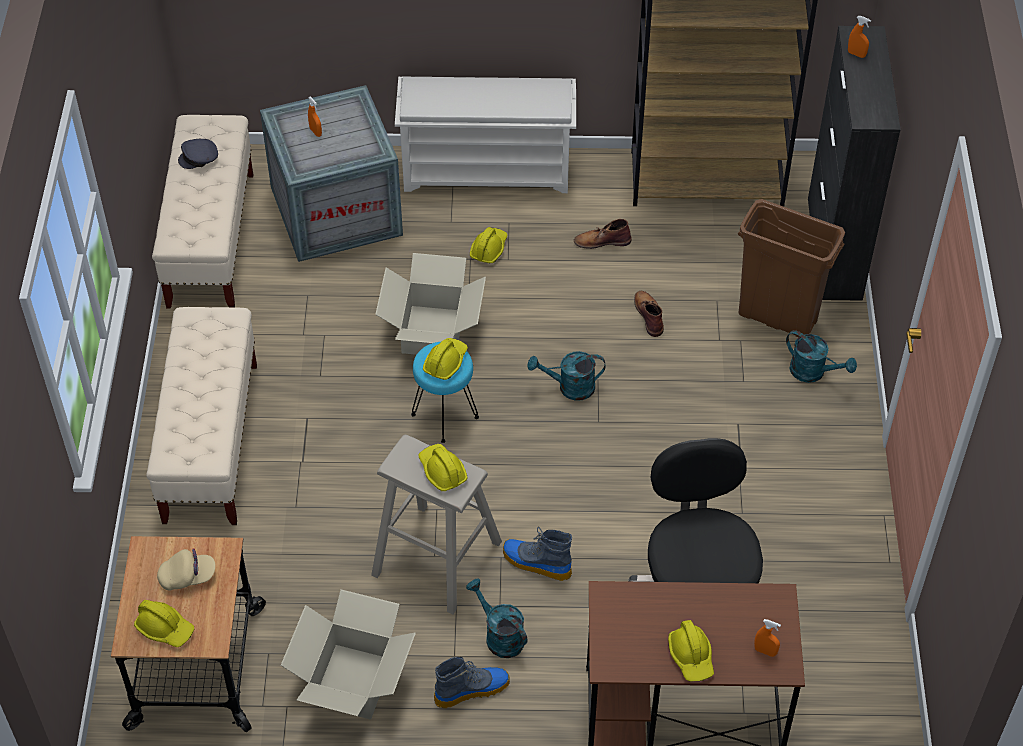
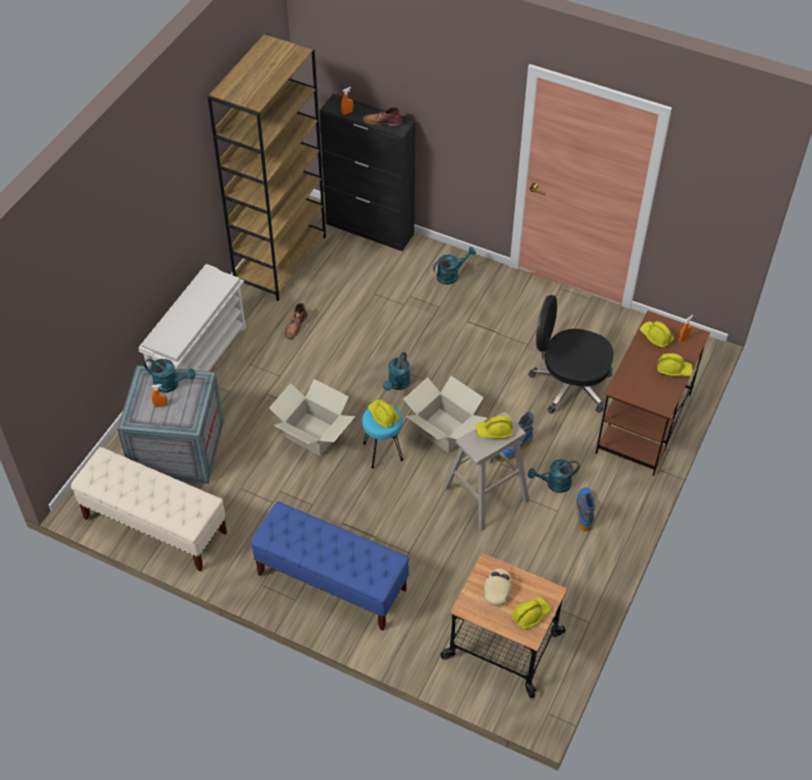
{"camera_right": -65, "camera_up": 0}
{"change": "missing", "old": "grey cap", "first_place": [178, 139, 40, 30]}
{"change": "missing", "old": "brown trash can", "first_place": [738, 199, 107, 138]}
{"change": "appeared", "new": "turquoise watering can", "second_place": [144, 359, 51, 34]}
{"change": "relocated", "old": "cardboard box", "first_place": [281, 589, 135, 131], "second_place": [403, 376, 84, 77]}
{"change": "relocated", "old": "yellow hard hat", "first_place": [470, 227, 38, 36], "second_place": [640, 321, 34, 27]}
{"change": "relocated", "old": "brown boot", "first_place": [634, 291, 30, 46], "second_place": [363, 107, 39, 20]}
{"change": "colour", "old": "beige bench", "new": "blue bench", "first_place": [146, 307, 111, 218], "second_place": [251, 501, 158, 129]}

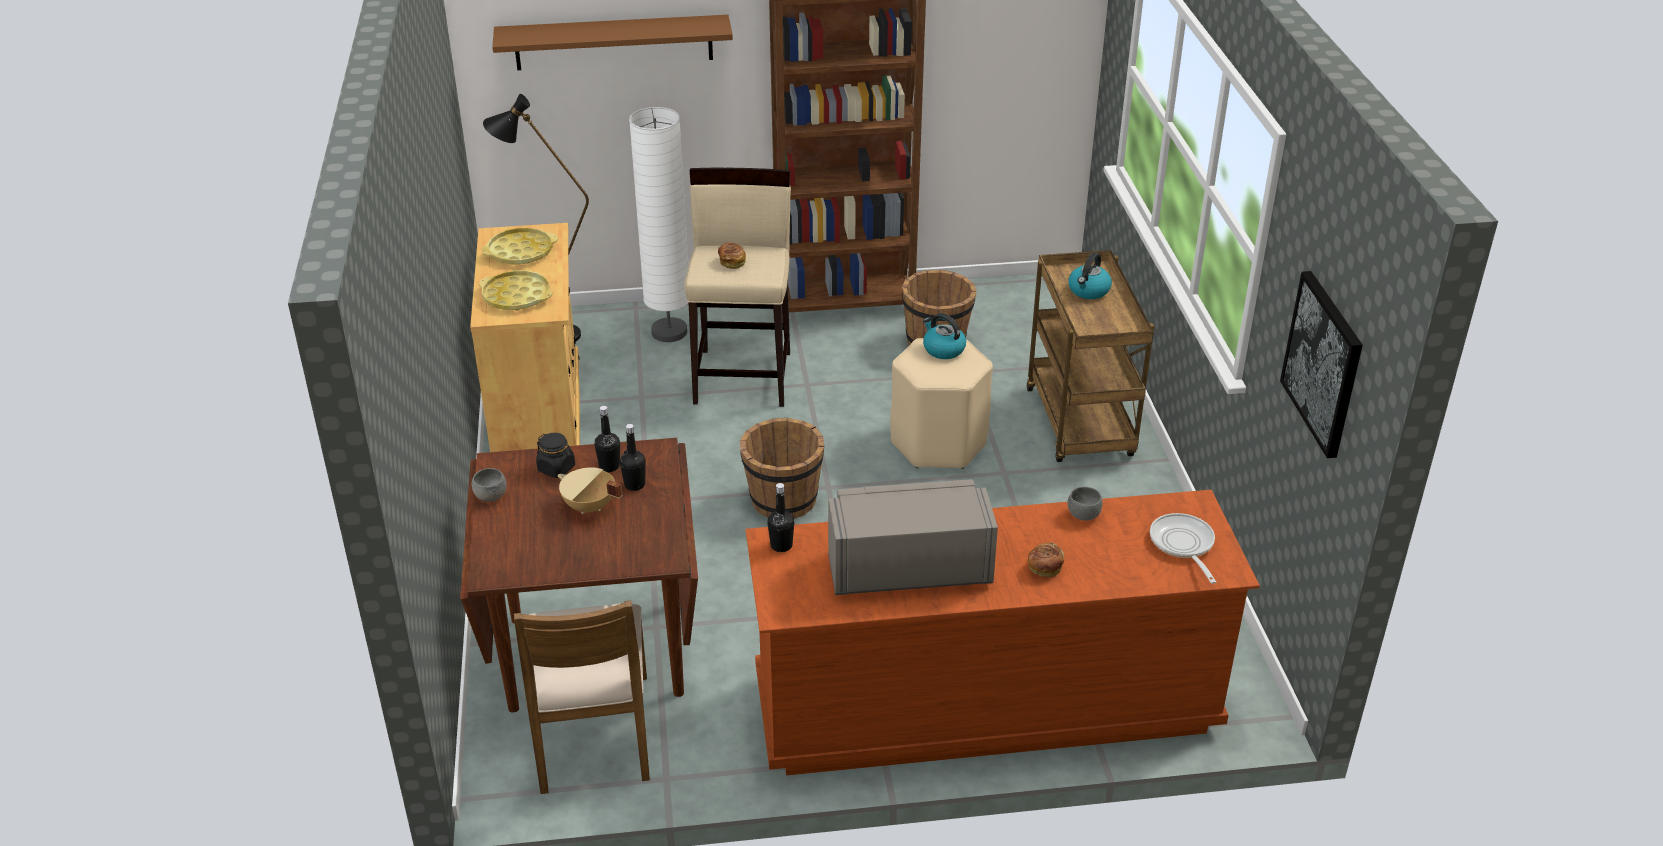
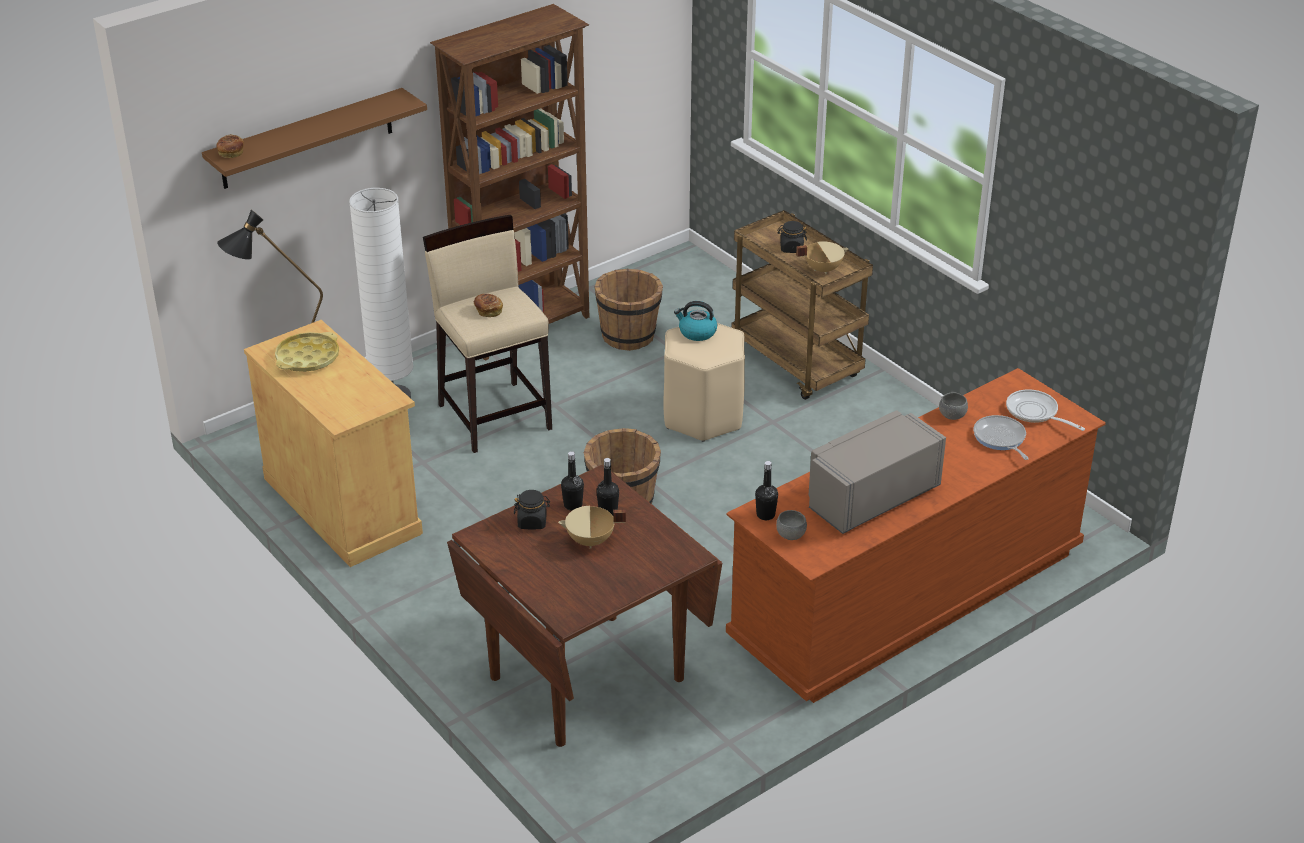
{"camera_right": -30, "camera_up": 0}
{"change": "missing", "old": "yellow tray", "first_place": [479, 270, 74, 41]}
{"change": "missing", "old": "brown chair", "first_place": [514, 600, 136, 194]}
{"change": "missing", "old": "picture", "first_place": [1280, 271, 83, 187]}
{"change": "appeared", "new": "beige cooking pot", "second_place": [796, 241, 53, 33]}
{"change": "appeared", "new": "frying pan", "second_place": [974, 415, 55, 45]}
{"change": "relocated", "old": "grey bowl", "first_place": [472, 468, 35, 34], "second_place": [776, 510, 31, 30]}
{"change": "relocated", "old": "bread", "first_place": [1028, 543, 37, 34], "second_place": [216, 134, 28, 24]}
{"change": "exchanged", "old": "kettle", "new": "black jar", "first_place": [1068, 253, 44, 46], "second_place": [777, 221, 30, 32]}

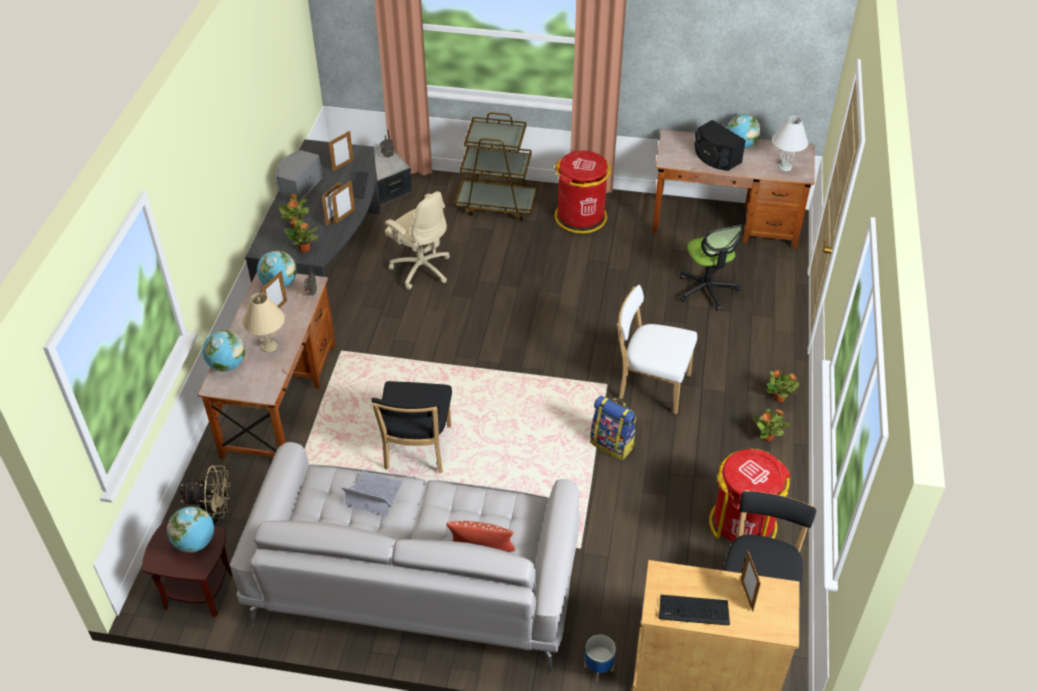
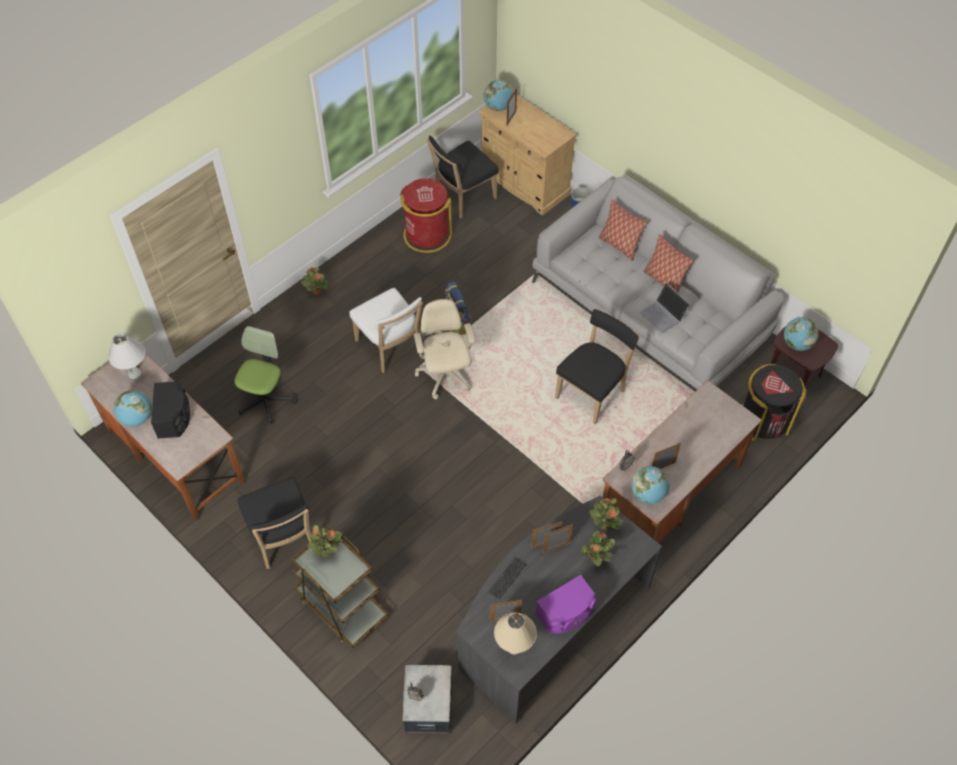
{"camera_right": -145, "camera_up": 10}
{"change": "missing", "old": "keyboard", "first_place": [658, 595, 72, 30]}
{"change": "appeared", "new": "pillow", "second_place": [644, 234, 50, 59]}
{"change": "relocated", "old": "globe", "first_place": [202, 330, 43, 41], "second_place": [484, 80, 29, 31]}
{"change": "relocated", "old": "beige table lamp", "first_place": [242, 293, 43, 59], "second_place": [494, 613, 43, 42]}
{"change": "relocated", "old": "beige office chair", "first_place": [385, 191, 65, 99], "second_place": [414, 299, 61, 100]}
{"change": "relocated", "old": "potted plant", "first_place": [753, 409, 37, 32], "second_place": [307, 525, 35, 32]}
{"change": "exchanged", "old": "beige fan", "new": "black trash can", "first_place": [180, 466, 50, 60], "second_place": [742, 364, 64, 77]}
{"change": "exchanged", "old": "red trash can", "new": "black chair", "first_place": [555, 151, 56, 82], "second_place": [237, 477, 75, 92]}
{"change": "colour", "old": "grey speaker", "new": "purple speaker", "first_place": [274, 150, 49, 53], "second_place": [535, 575, 62, 59]}

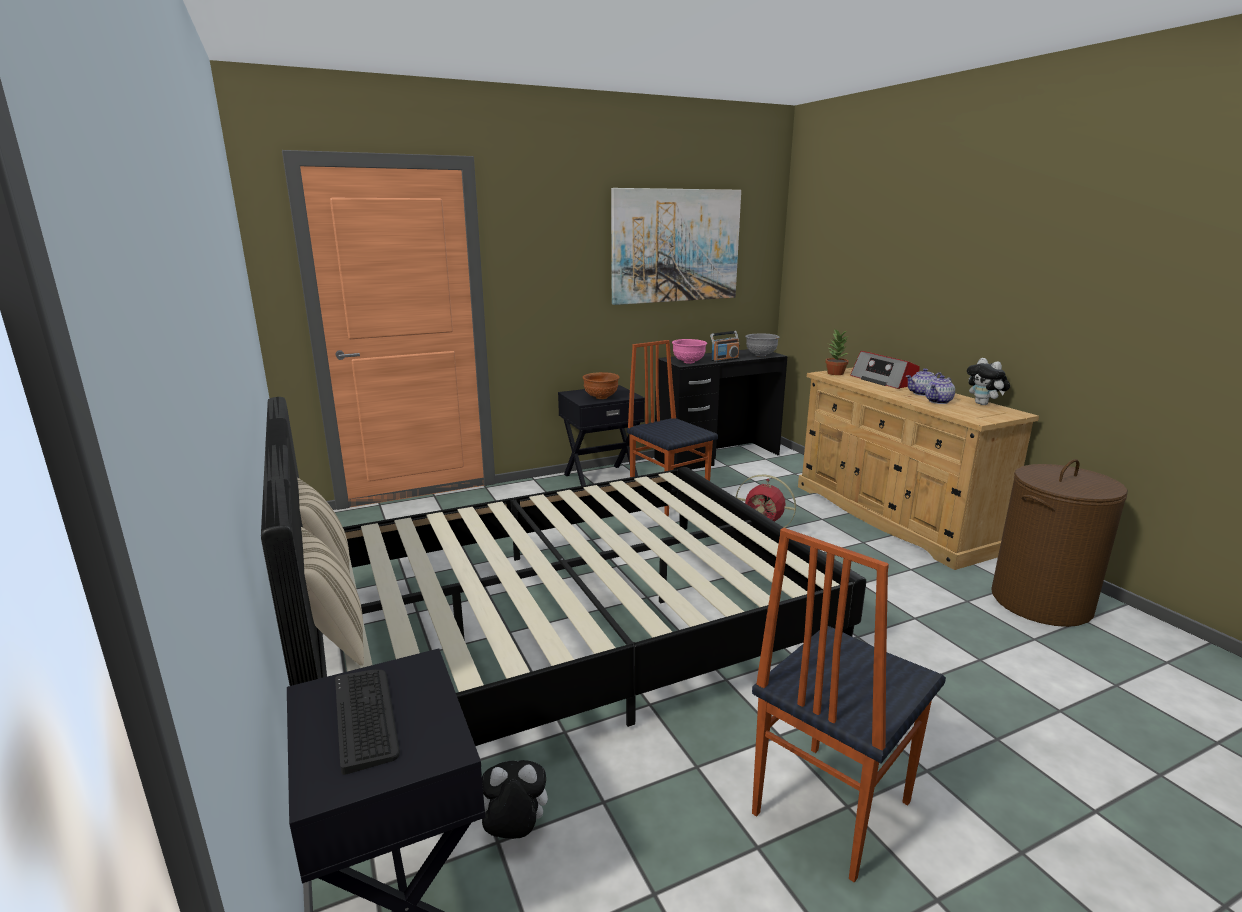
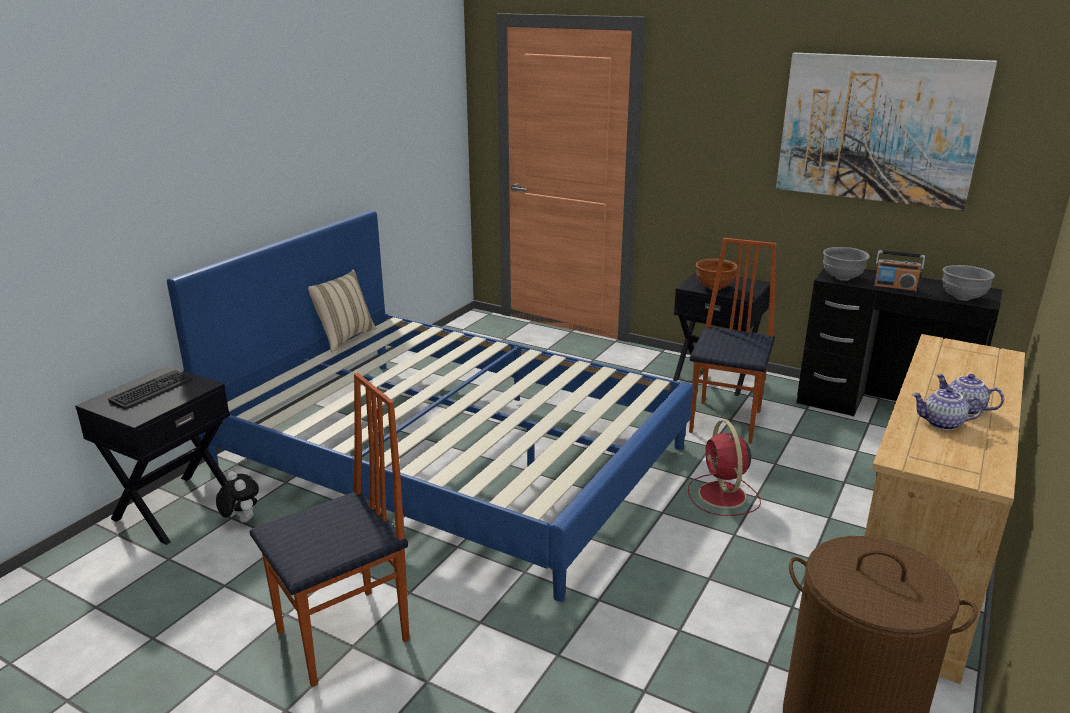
{"camera_right": 55, "camera_up": 5}
{"change": "missing", "old": "beige pillow", "first_place": [301, 527, 63, 139]}
{"change": "missing", "old": "potted plant", "first_place": [825, 329, 24, 46]}
{"change": "missing", "old": "radio", "first_place": [850, 351, 70, 38]}
{"change": "missing", "old": "plush toy", "first_place": [967, 358, 43, 47]}
{"change": "colour", "old": "black bed", "new": "blue bed", "first_place": [261, 397, 606, 349], "second_place": [167, 210, 526, 391]}
{"change": "colour", "old": "pink bowl", "new": "grey bowl", "first_place": [672, 339, 35, 25], "second_place": [823, 247, 47, 34]}
{"change": "spun", "old": "chair", "first_place": [752, 528, 194, 355], "second_place": [250, 372, 160, 315], "degrees": 135}

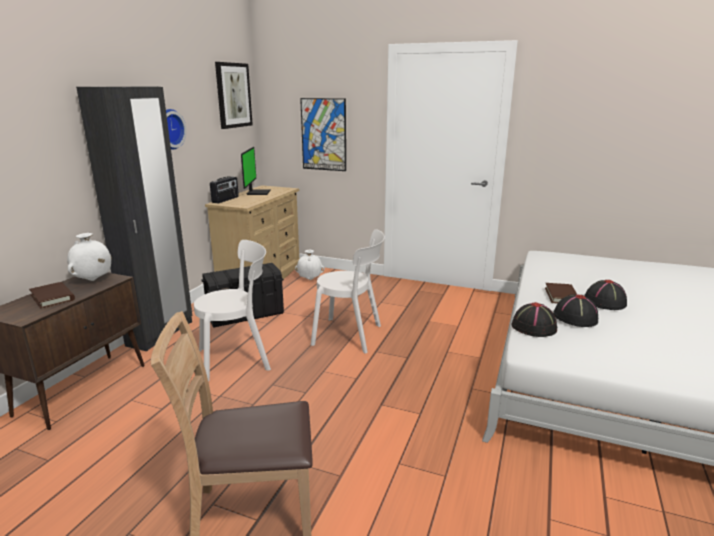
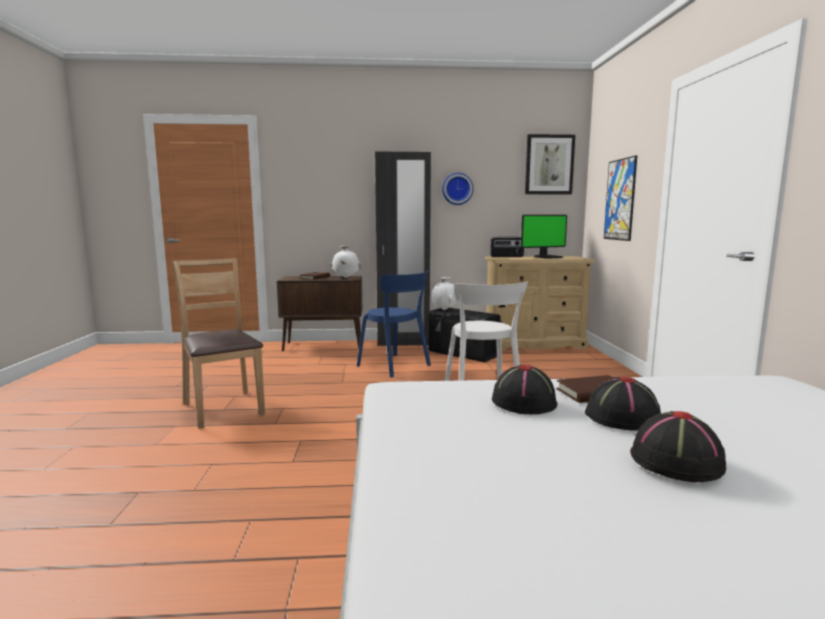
{"camera_right": 65, "camera_up": -10}
{"change": "relocated", "old": "white vase", "first_place": [295, 250, 30, 30], "second_place": [432, 277, 25, 33]}
{"change": "relocated", "old": "black hat", "first_place": [512, 302, 45, 35], "second_place": [630, 411, 96, 71]}
{"change": "colour", "old": "white chair", "new": "blue chair", "first_place": [194, 240, 77, 141], "second_place": [357, 270, 74, 107]}

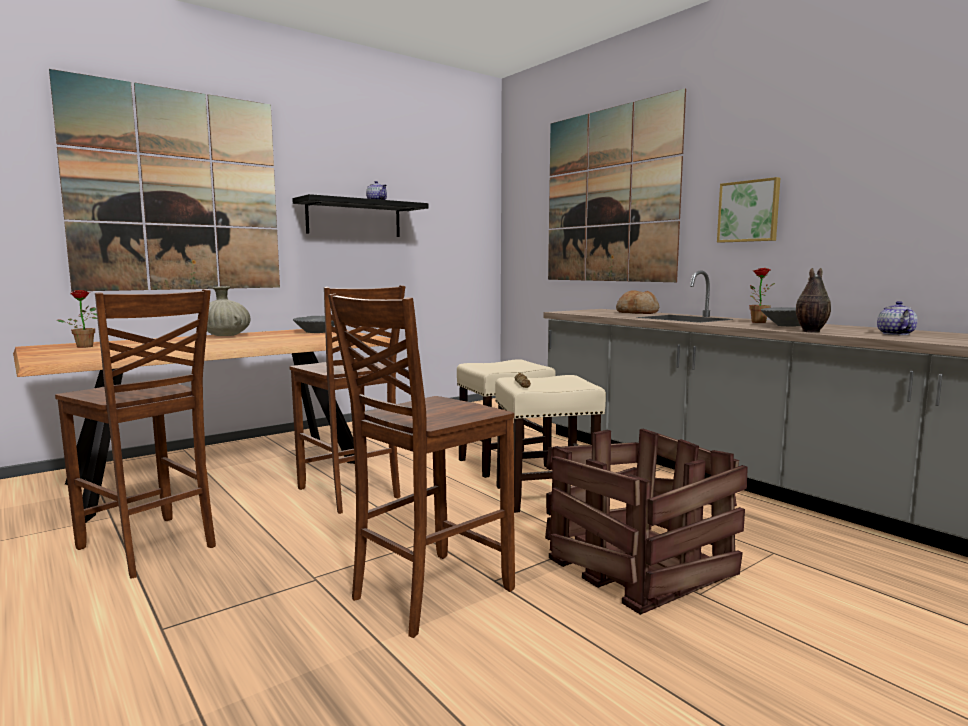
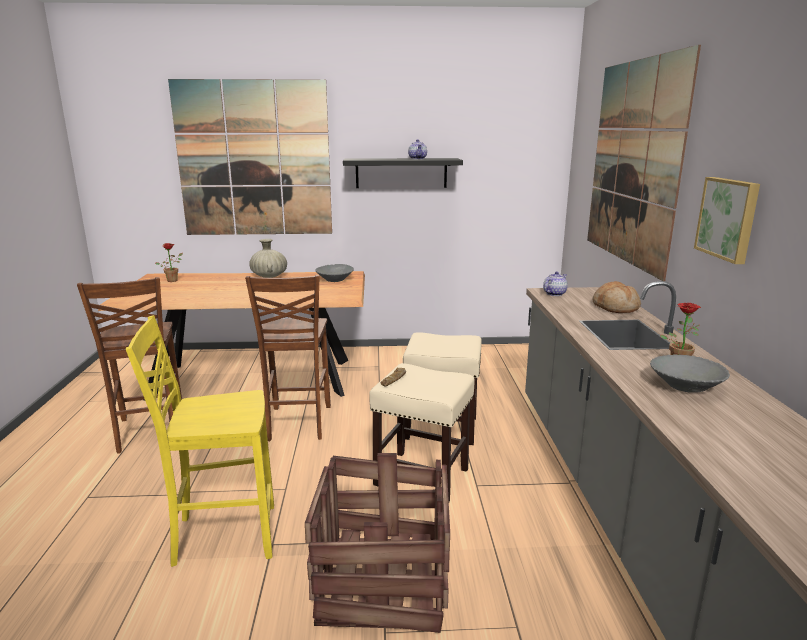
{"camera_right": 35, "camera_up": 10}
{"change": "missing", "old": "vase", "first_place": [796, 268, 35, 65]}
{"change": "relocated", "old": "teapot", "first_place": [877, 301, 41, 34], "second_place": [543, 272, 25, 24]}
{"change": "colour", "old": "brown chair", "new": "yellow chair", "first_place": [328, 294, 187, 344], "second_place": [126, 315, 148, 252]}

